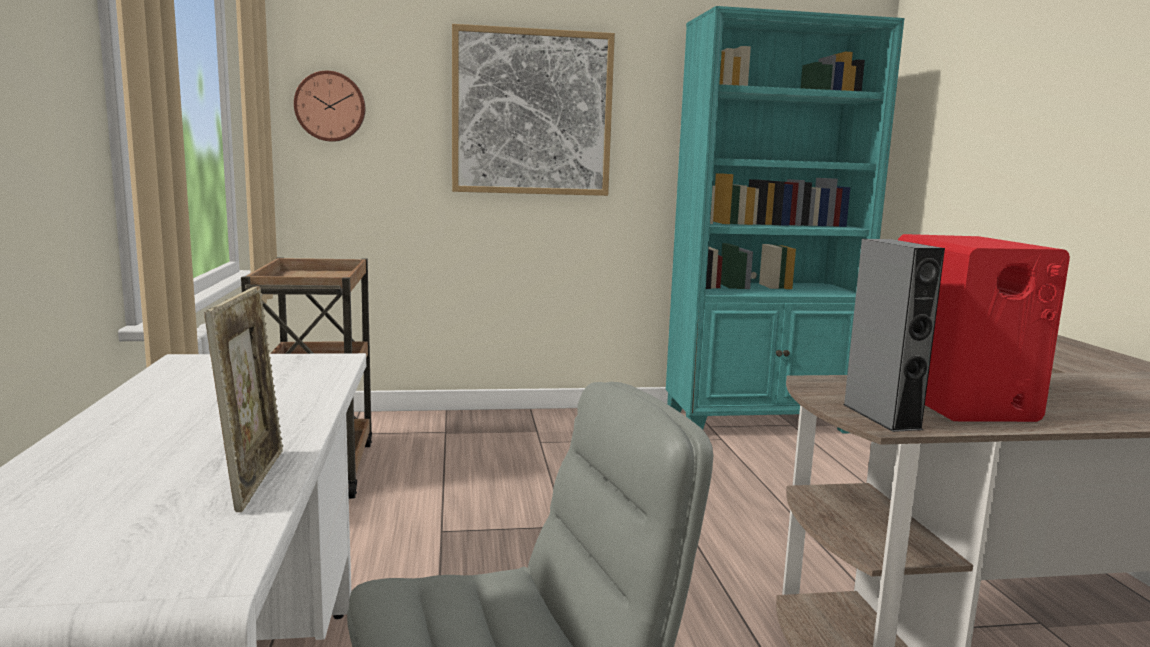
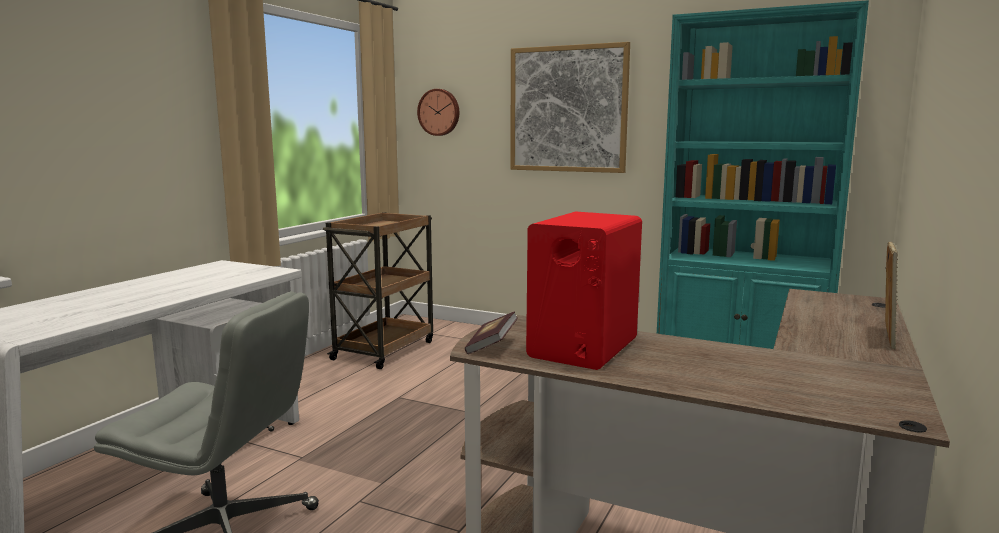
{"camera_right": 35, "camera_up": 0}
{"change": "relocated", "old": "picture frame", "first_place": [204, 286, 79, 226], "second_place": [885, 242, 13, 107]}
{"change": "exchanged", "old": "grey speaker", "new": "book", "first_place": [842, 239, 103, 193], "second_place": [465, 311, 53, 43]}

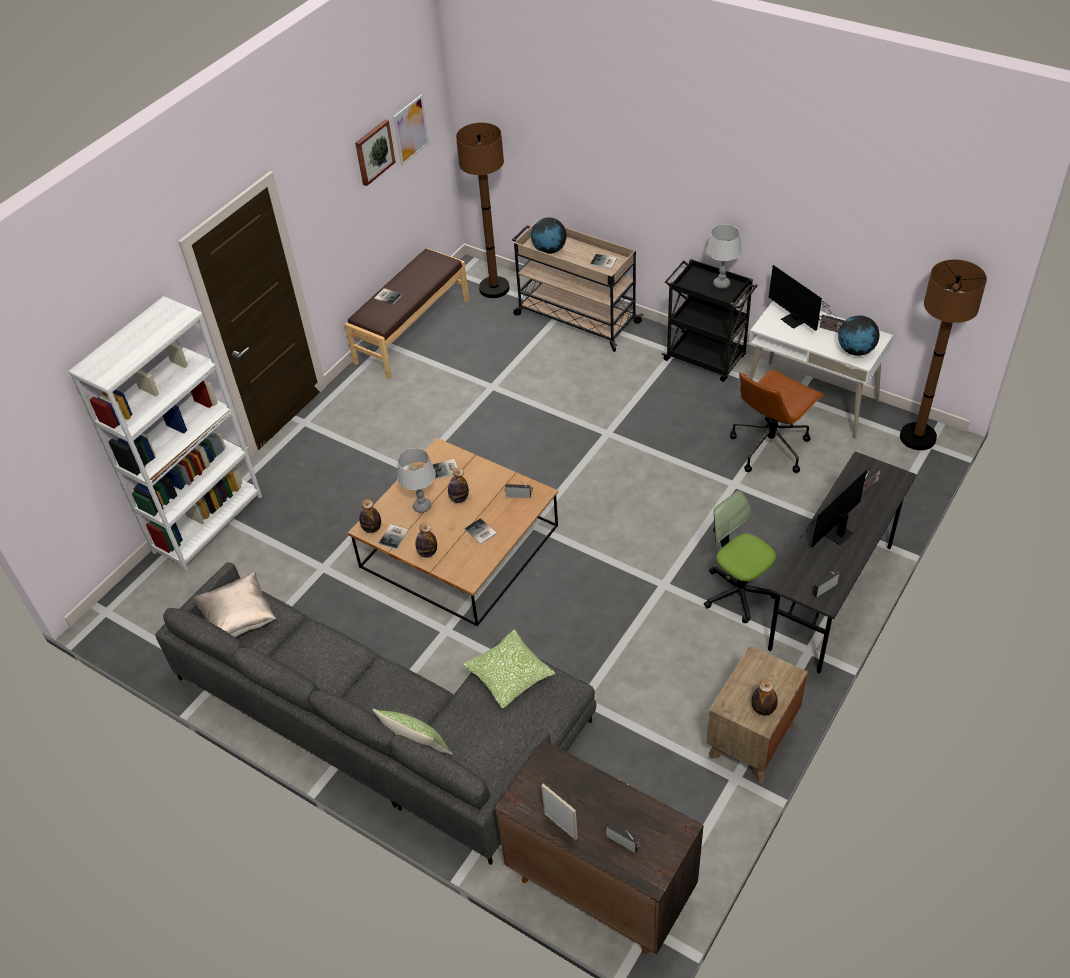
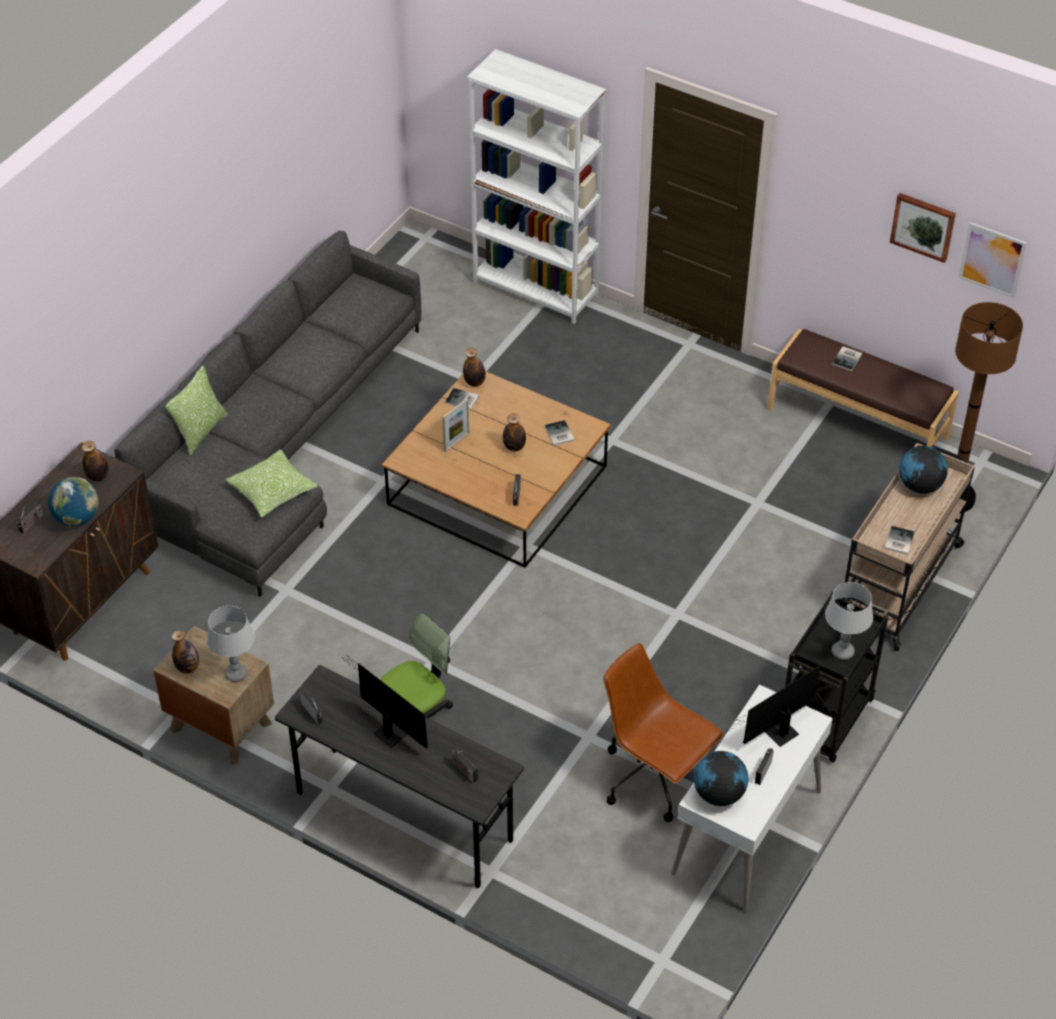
{"camera_right": 85, "camera_up": 0}
{"change": "missing", "old": "beige pillow", "first_place": [193, 572, 83, 65]}
{"change": "missing", "old": "book", "first_place": [465, 518, 32, 27]}
{"change": "missing", "old": "brown floor lamp", "first_place": [900, 260, 87, 190]}
{"change": "appeared", "new": "globe", "second_place": [48, 477, 51, 49]}
{"change": "relocated", "old": "grey table lamp", "first_place": [397, 448, 39, 65], "second_place": [207, 606, 47, 76]}
{"change": "relocated", "old": "bottle", "first_place": [415, 523, 22, 35], "second_place": [82, 441, 27, 40]}
{"change": "relocated", "old": "picture frame", "first_place": [541, 784, 37, 56], "second_place": [443, 399, 26, 53]}

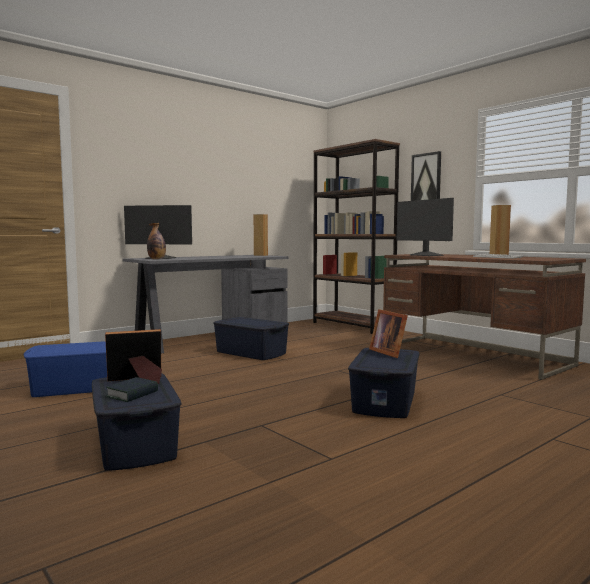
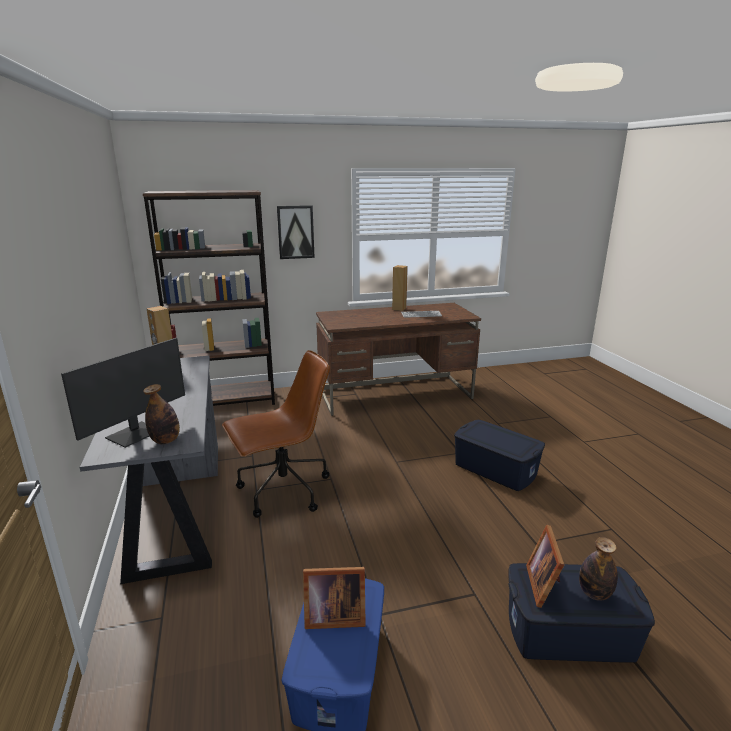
{"camera_right": -65, "camera_up": 15}
{"change": "missing", "old": "monitor", "first_place": [397, 198, 57, 58]}
{"change": "relocated", "old": "picture frame", "first_place": [369, 309, 39, 49], "second_place": [303, 567, 63, 62]}
{"change": "exchanged", "old": "book", "new": "bottle", "first_place": [105, 377, 53, 25], "second_place": [579, 537, 39, 63]}
{"change": "exchanged", "old": "blue storage box", "new": "brown office chair", "first_place": [213, 317, 76, 43], "second_place": [222, 350, 108, 168]}

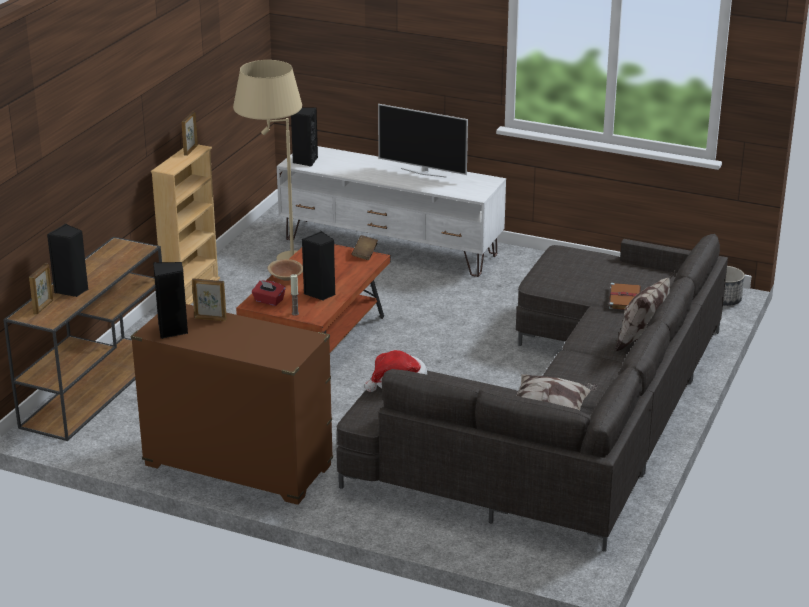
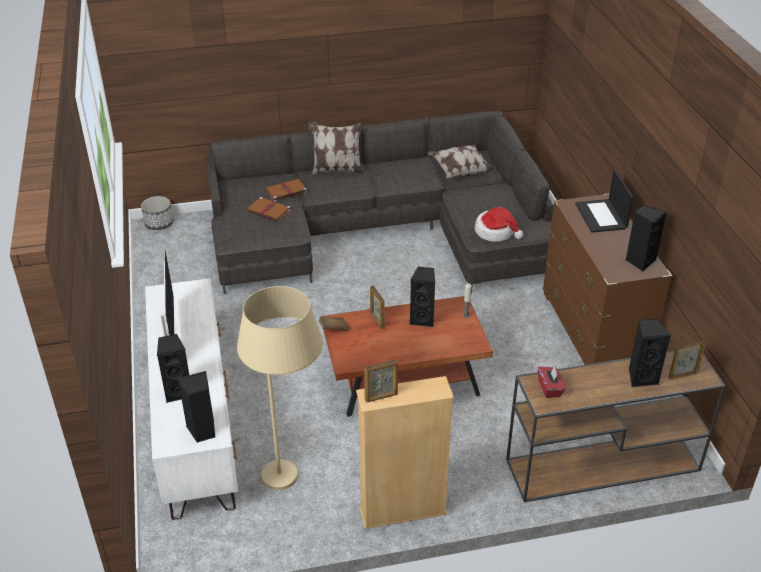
{"camera_right": -125, "camera_up": 10}
{"change": "missing", "old": "brown bowl", "first_place": [267, 259, 36, 22]}
{"change": "appeared", "new": "black speaker", "second_place": [157, 334, 32, 69]}
{"change": "appeared", "new": "brown book", "second_place": [247, 197, 44, 24]}
{"change": "appeared", "new": "laptop", "second_place": [575, 170, 59, 63]}
{"change": "relocated", "old": "picture frame", "first_place": [192, 278, 35, 43], "second_place": [370, 285, 15, 44]}
{"change": "relocated", "old": "red tissue box", "first_place": [252, 280, 34, 26], "second_place": [538, 366, 27, 32]}

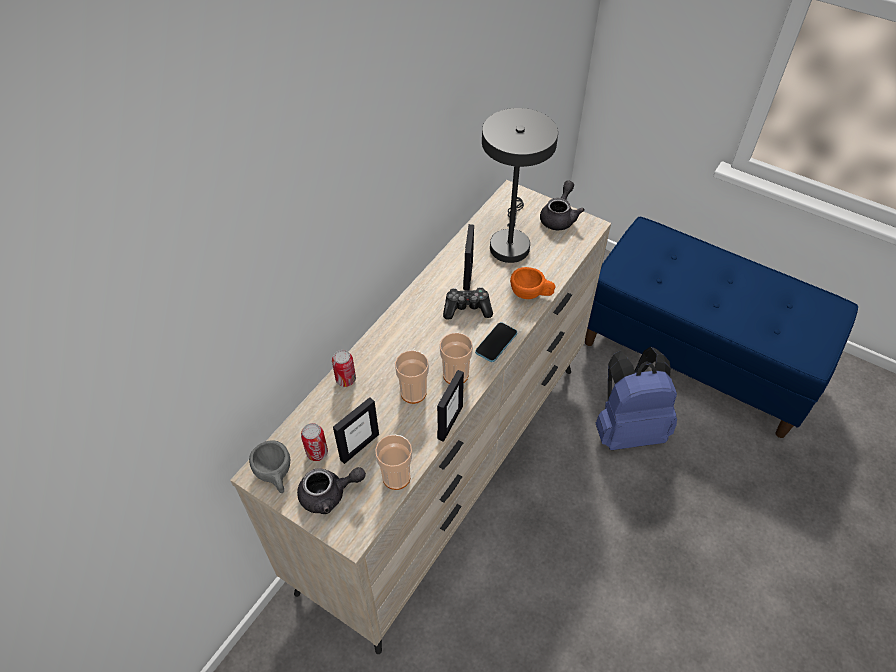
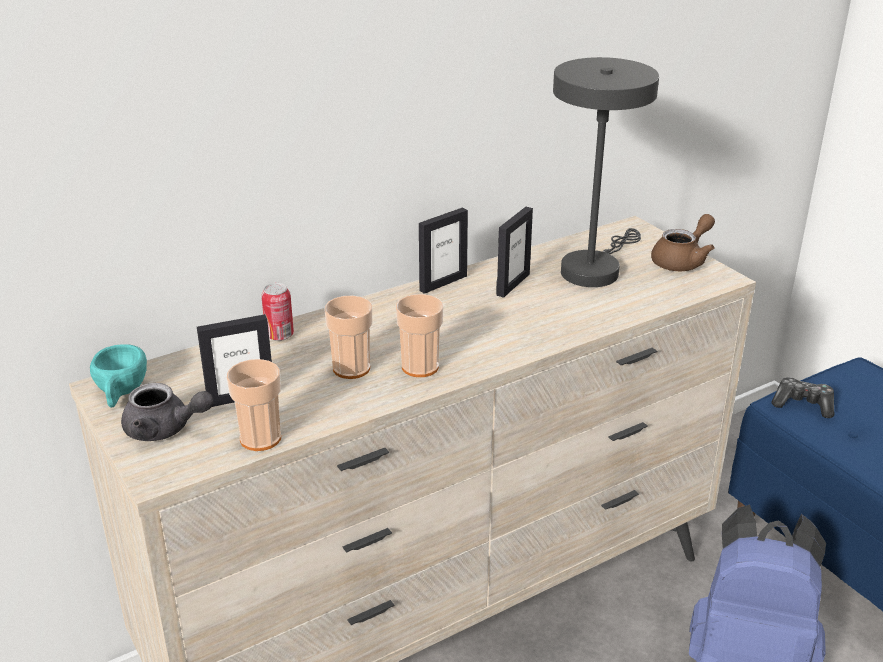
{"camera_right": 25, "camera_up": -20}
{"change": "missing", "old": "can", "first_place": [301, 423, 27, 38]}
{"change": "missing", "old": "phone", "first_place": [475, 322, 42, 40]}
{"change": "missing", "old": "orange cup", "first_place": [510, 267, 46, 32]}
{"change": "relocated", "old": "picture frame", "first_place": [437, 370, 27, 72], "second_place": [419, 207, 49, 87]}
{"change": "relocated", "old": "game controller", "first_place": [443, 287, 50, 33], "second_place": [771, 377, 63, 41]}
{"change": "colour", "old": "grey cup", "new": "turquoise cup", "first_place": [249, 440, 41, 53], "second_place": [90, 344, 57, 64]}
{"change": "colour", "old": "grey teapot", "new": "brown teapot", "first_place": [540, 180, 45, 50], "second_place": [651, 214, 64, 57]}

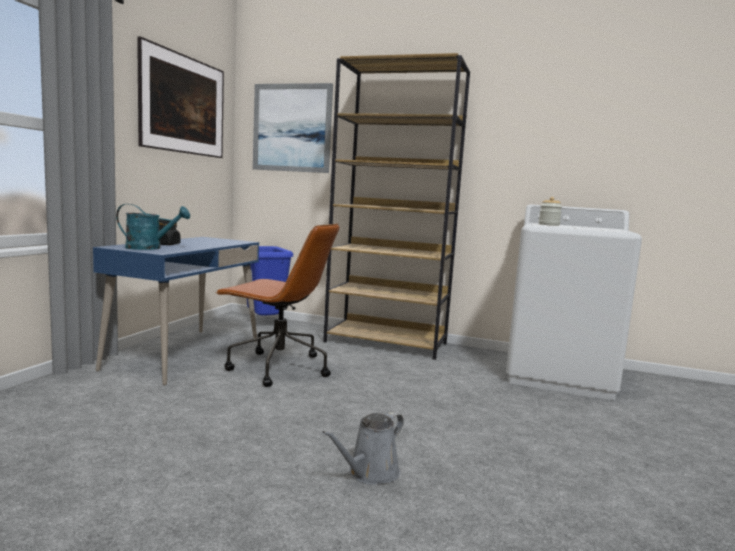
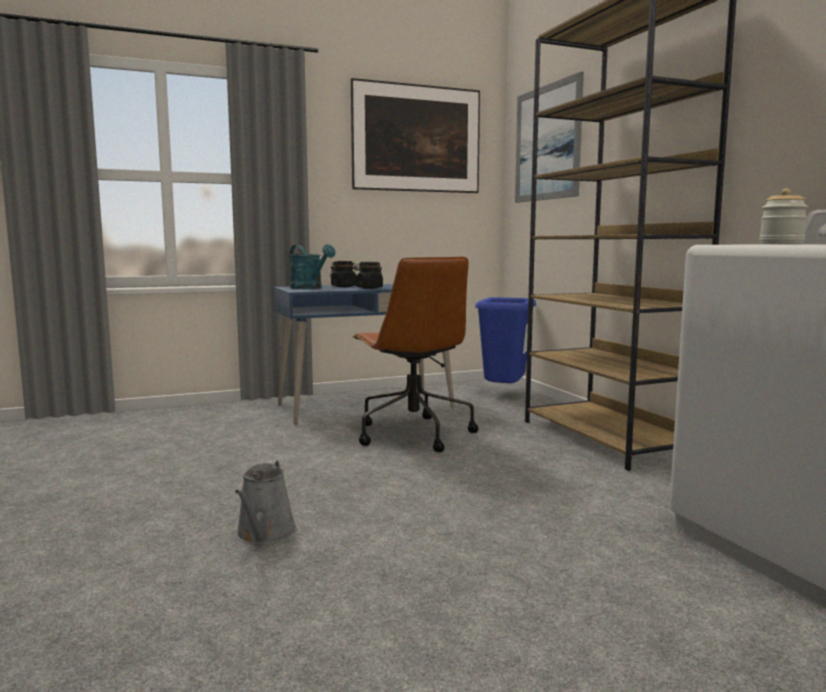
{"camera_right": 50, "camera_up": 0}
{"change": "appeared", "new": "black jar", "second_place": [355, 262, 28, 27]}
{"change": "spun", "old": "grey watering can", "first_place": [322, 412, 82, 73], "second_place": [235, 460, 62, 85], "degrees": -90}

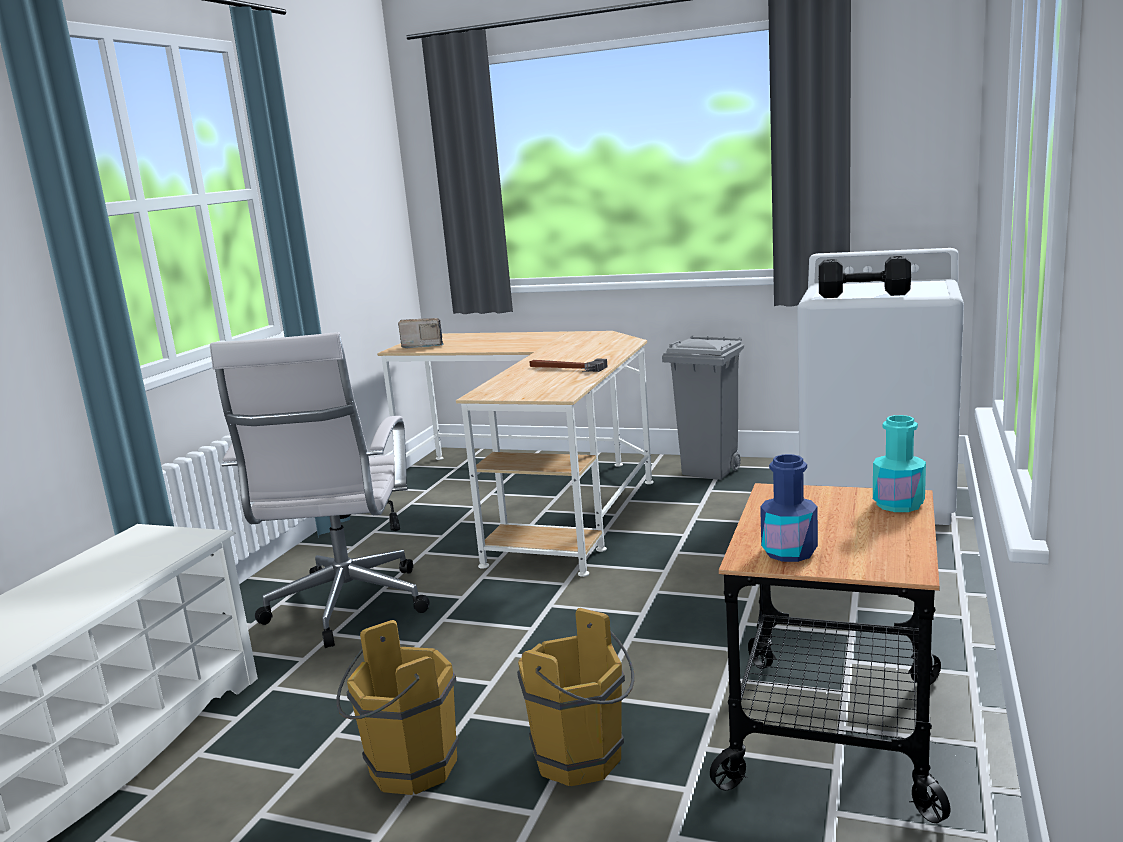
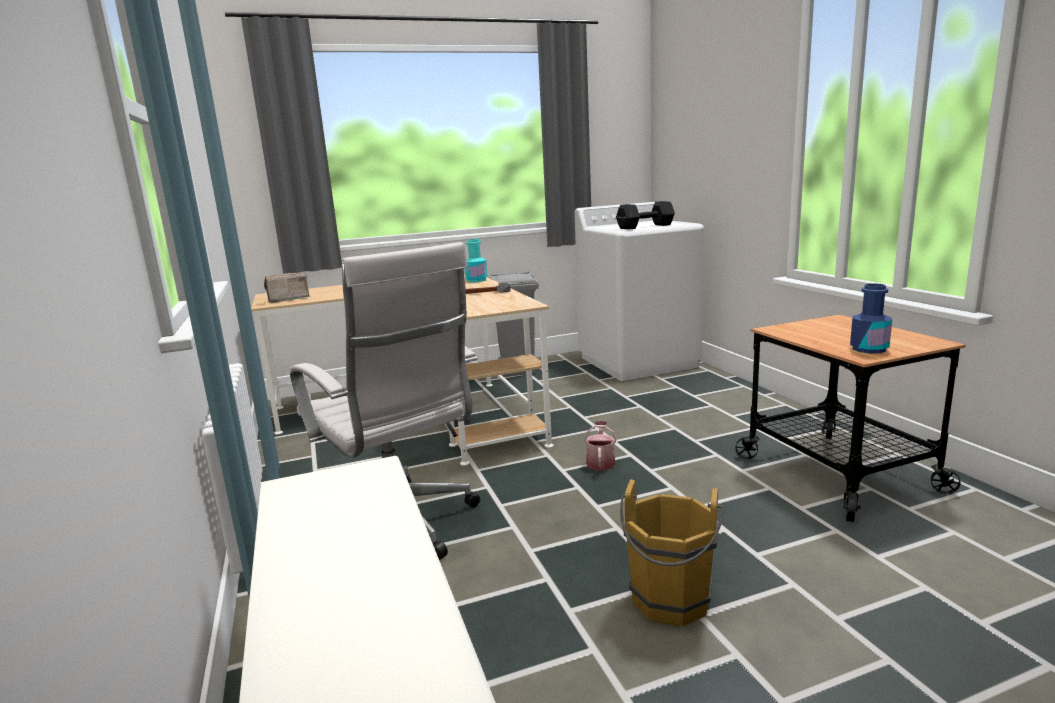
{"camera_right": -40, "camera_up": 0}
{"change": "missing", "old": "brown bucket", "first_place": [517, 608, 118, 178]}
{"change": "appeared", "new": "watering can", "second_place": [584, 421, 32, 50]}
{"change": "relocated", "old": "turquoise bottle", "first_place": [873, 415, 53, 97], "second_place": [465, 239, 23, 43]}

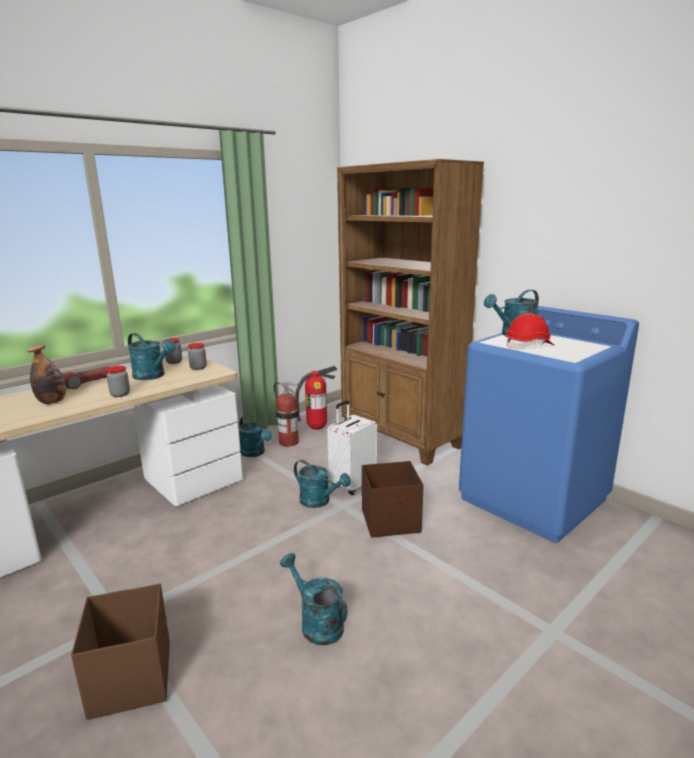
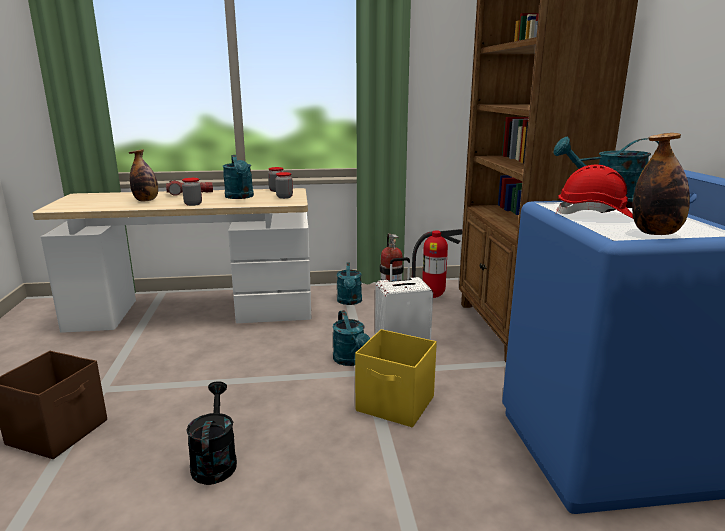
{"camera_right": 35, "camera_up": 0}
{"change": "appeared", "new": "bottle", "second_place": [632, 133, 58, 102]}
{"change": "colour", "old": "turquoise watering can", "new": "black watering can", "first_place": [280, 553, 68, 92], "second_place": [186, 381, 51, 104]}
{"change": "colour", "old": "brown storage box", "new": "yellow storage box", "first_place": [362, 461, 62, 77], "second_place": [355, 329, 82, 98]}

